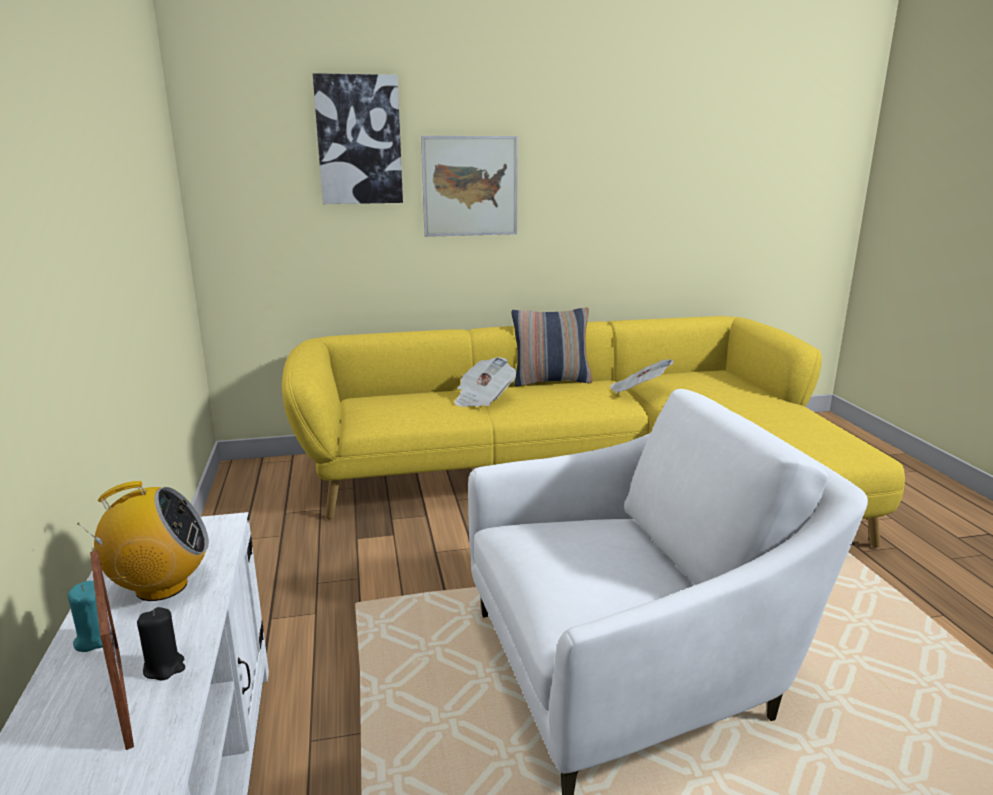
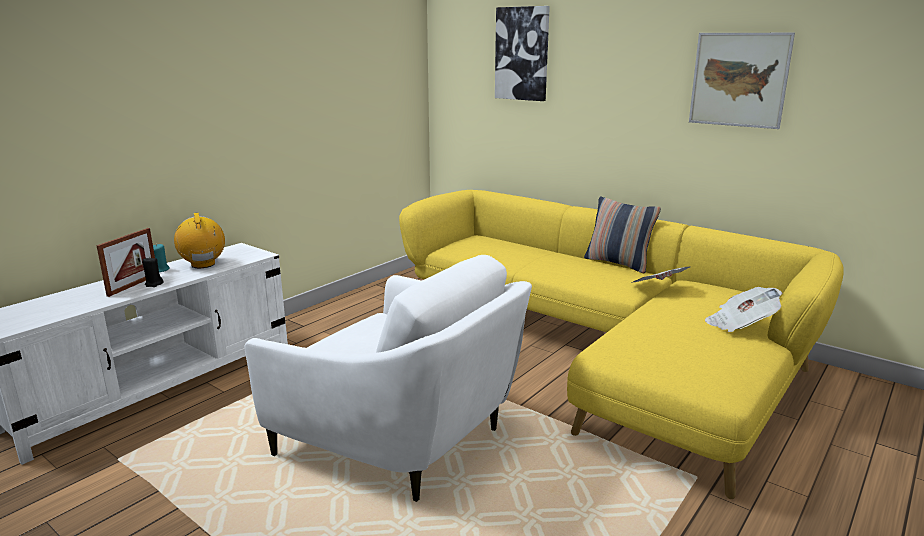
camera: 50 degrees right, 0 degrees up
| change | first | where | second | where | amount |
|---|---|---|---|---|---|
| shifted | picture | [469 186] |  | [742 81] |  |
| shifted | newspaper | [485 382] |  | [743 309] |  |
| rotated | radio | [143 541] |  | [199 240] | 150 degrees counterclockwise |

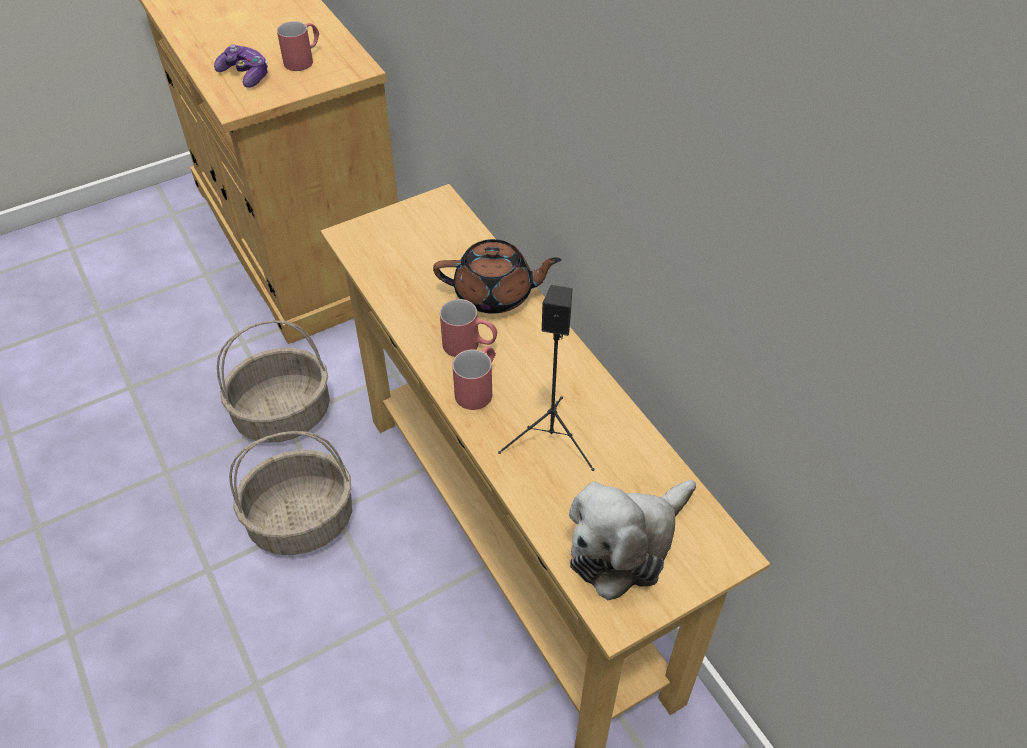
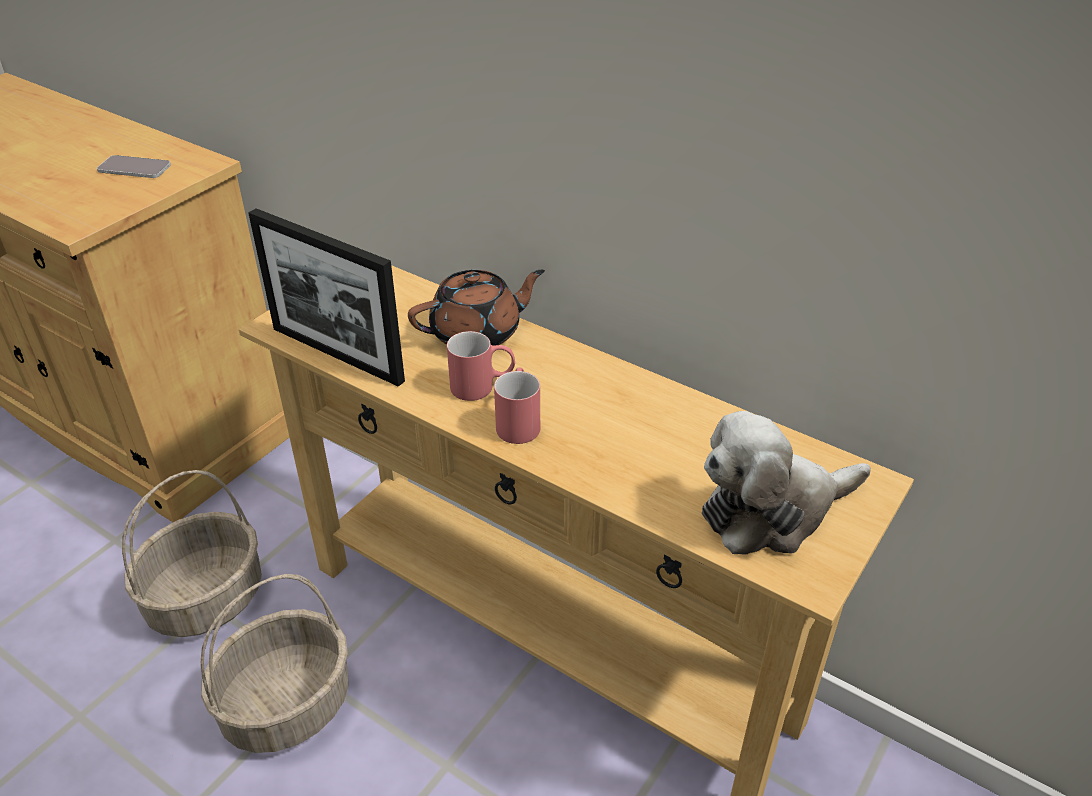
camera: 25 degrees left, 10 degrees down
| change | first | where | second | where | amount |
|---|---|---|---|---|---|
| gone | game controller | [241 66] |  |  |  |
| gone | speaker (black) | [546 378] |  |  |  |
| new |  |  | picture frame | [326 297] |  |
| swapped | mug (red) | [298 46] | phone | [134 166] |  |
| rotated | plush toy | [632 540] |  | [786 482] | 45 degrees clockwise |

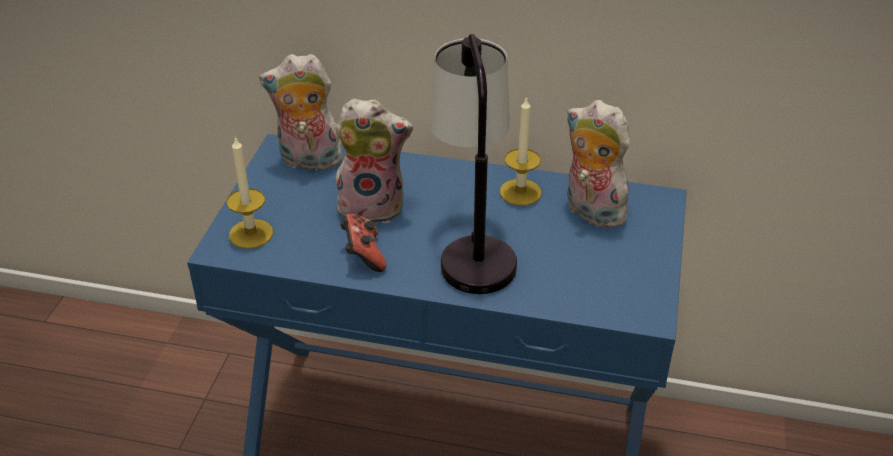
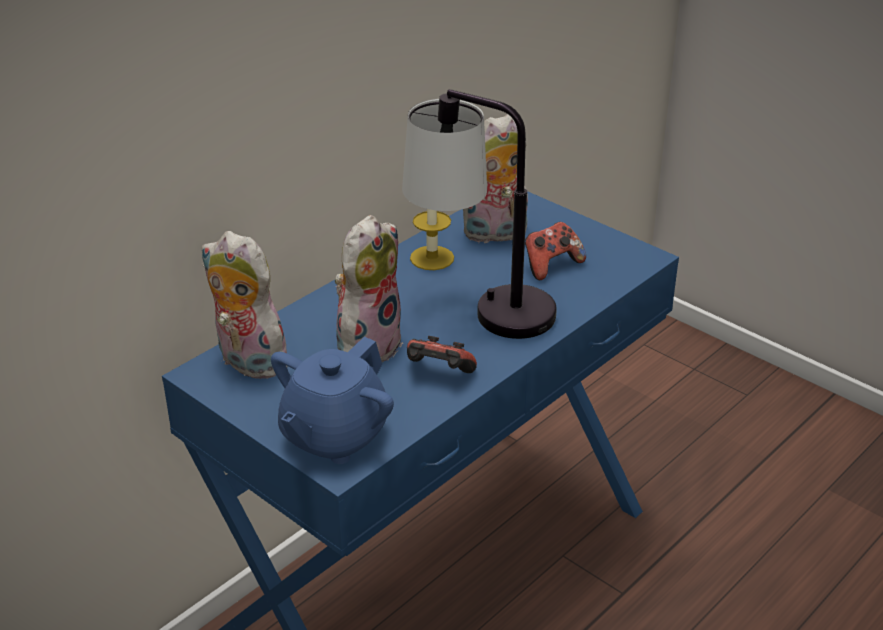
camera: 60 degrees left, 5 degrees down
| change | first | where | second | where | amount |
|---|---|---|---|---|---|
| new |  |  | game controller | [555 251] |  |
| swapped | candle | [249 192] | teapot (blue) | [332 400] |  |
| rotated | plush toy | [302 114] |  | [244 305] | 90 degrees clockwise |

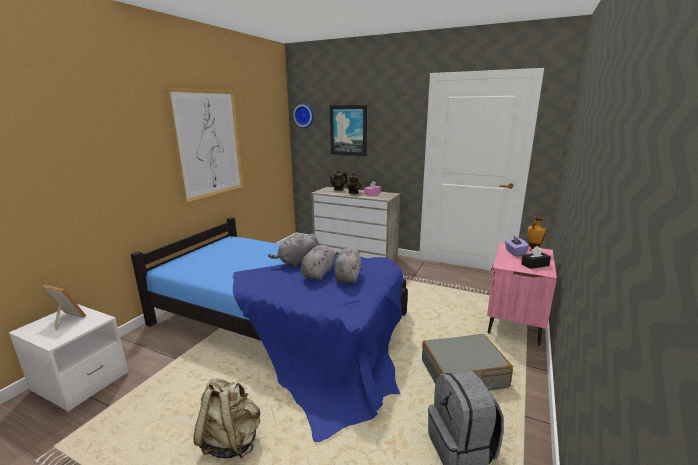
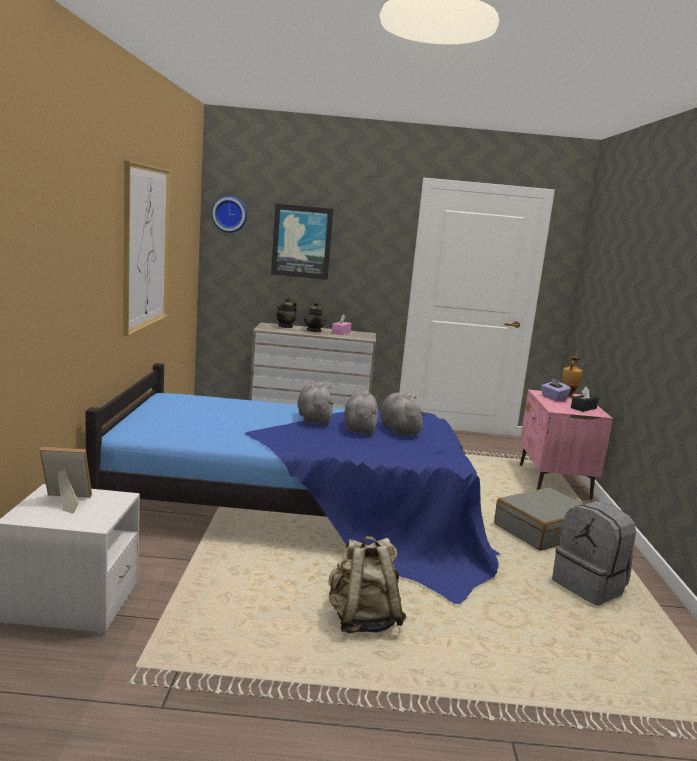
camera: 25 degrees left, 5 degrees down
| change | first | where | second | where | amount |
|---|---|---|---|---|---|
| rotated | plush toy (grey) | [293 250] |  | [315 403] | 135 degrees clockwise |

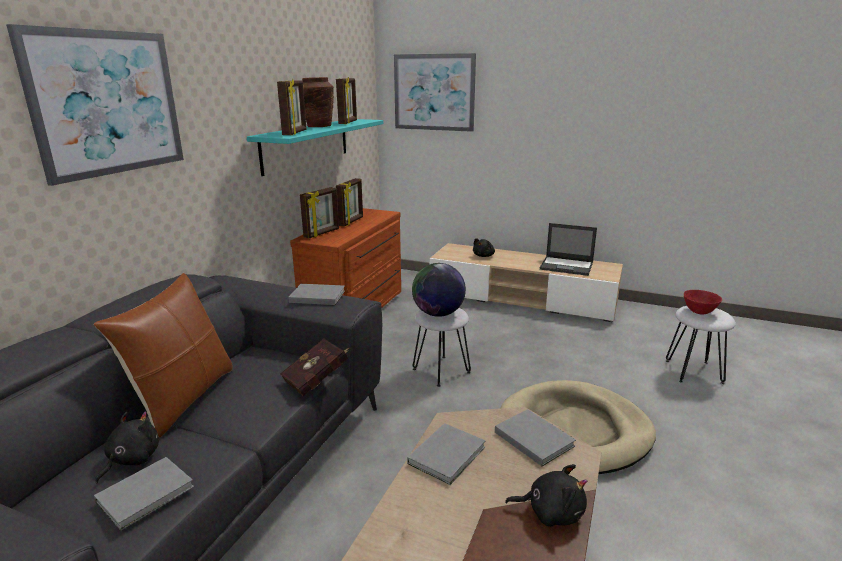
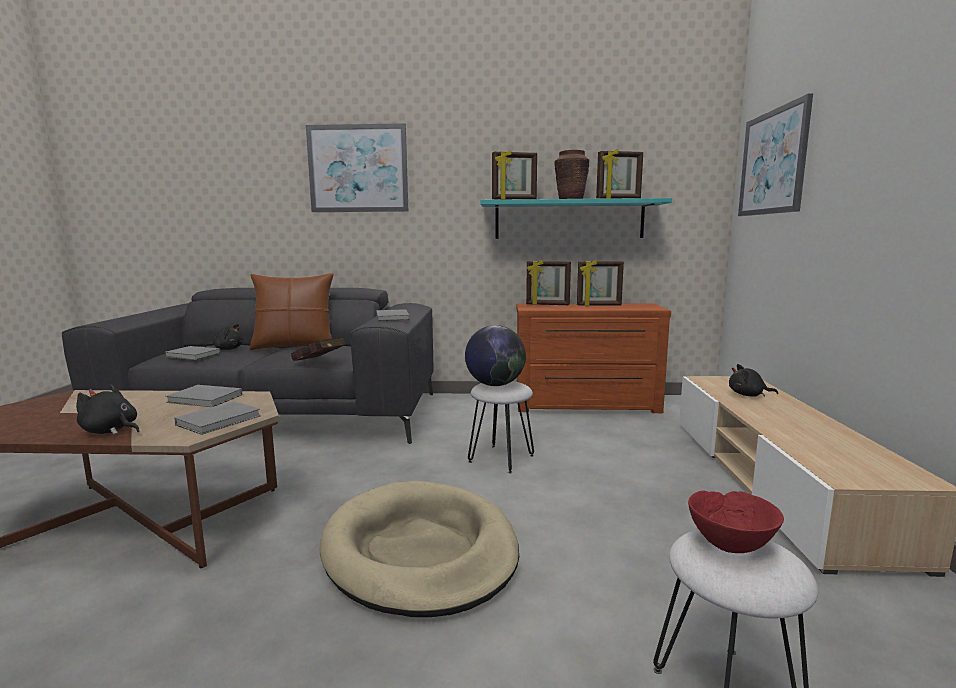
camera: 70 degrees right, 10 degrees down
| change | first | where | second | where | amount |
|---|---|---|---|---|---|
| gone | laptop | [568 249] |  |  |  |
| rotated | plush toy (black) | [546 495] |  | [107 409] | 120 degrees clockwise |

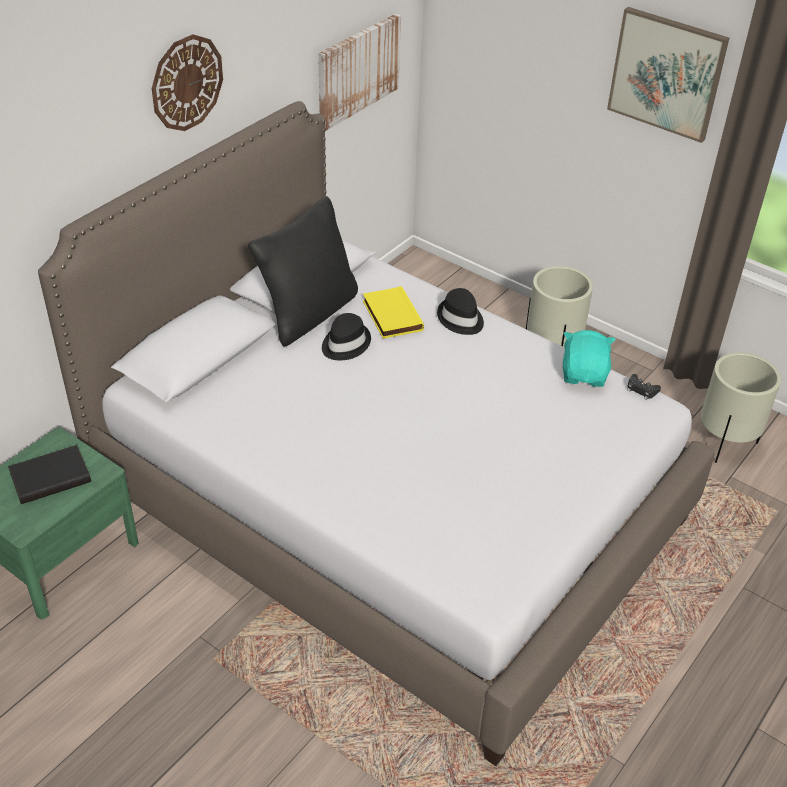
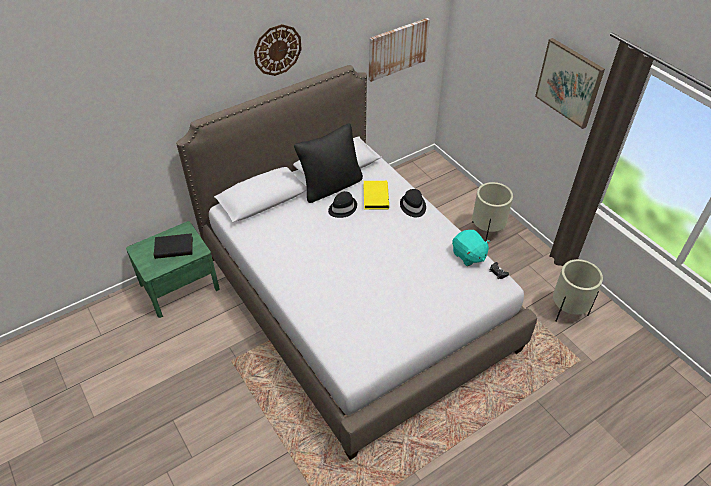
camera: 20 degrees right, 5 degrees up
| change | first | where | second | where | amount |
|---|---|---|---|---|---|
| rotated | plush toy (turquoise) | [589 358] |  | [471 248] | 120 degrees clockwise |

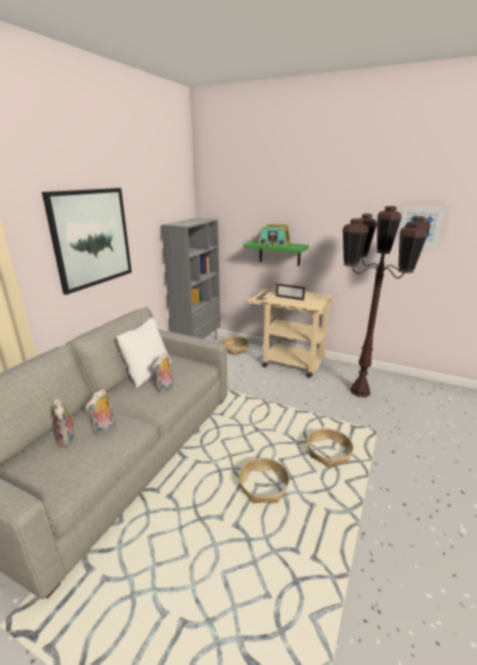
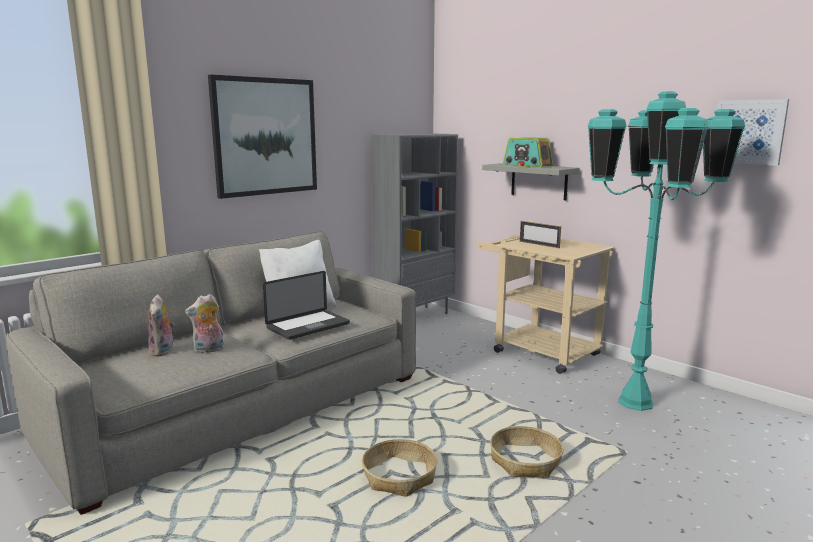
camera: 20 degrees right, 10 degrees down
| change | first | where | second | where | amount |
|---|---|---|---|---|---|
| gone | basket | [235 345] |  |  |  |
| swapped | plush toy | [163 372] | laptop | [306 305] |  |
| repainted | shelf (green) | [276 253] | shelf (grey) | [531 181] |  |
| repainted | floor lamp (brown) | [387 301] | floor lamp (turquoise) | [666 251] |  |

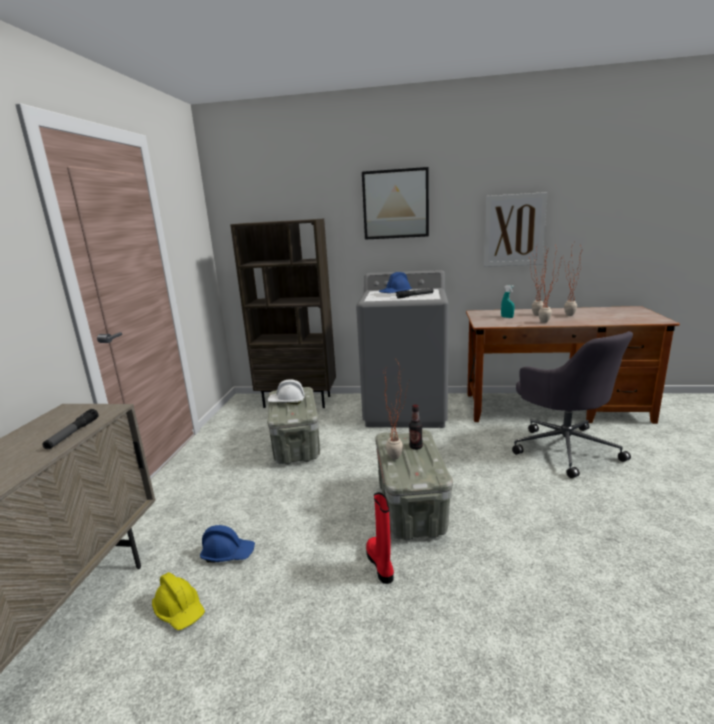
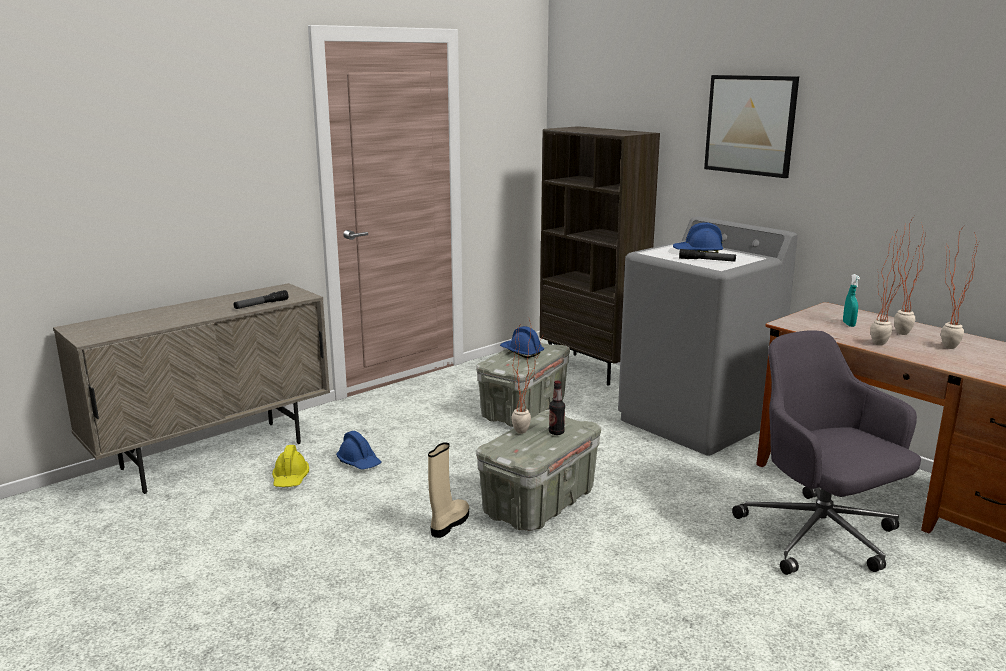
camera: 40 degrees right, 0 degrees up
| change | first | where | second | where | amount |
|---|---|---|---|---|---|
| gone | picture | [515 229] |  |  |  |
| repainted | hard hat (white) | [286 391] | hard hat (blue) | [522 342] |  |
| repainted | boot (red) | [380 538] | boot (beige) | [448 490] |  |
| rotated | office chair (grey) | [572 404] |  | [826 452] | 135 degrees clockwise |

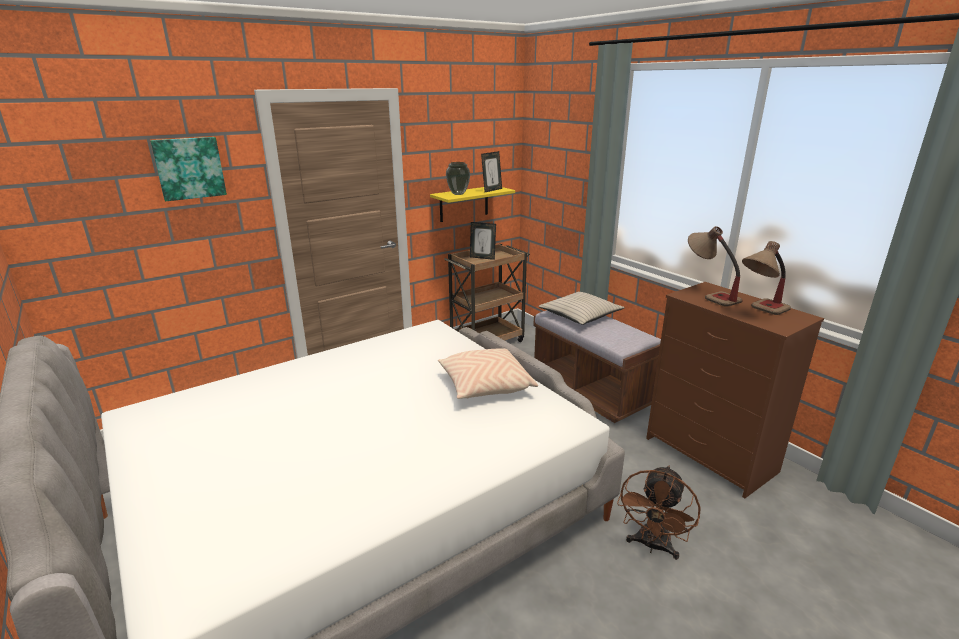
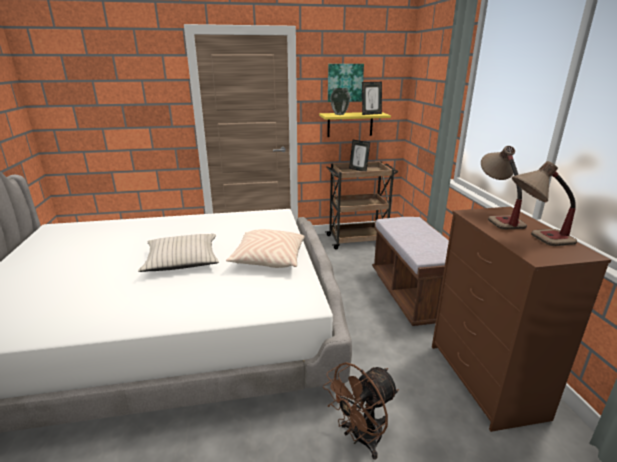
camera: 25 degrees right, 0 degrees up
| change | first | where | second | where | amount |
|---|---|---|---|---|---|
| shifted | picture | [188 169] |  | [346 83] |  |
| shifted | pillow (beige) | [581 308] |  | [178 253] |  |

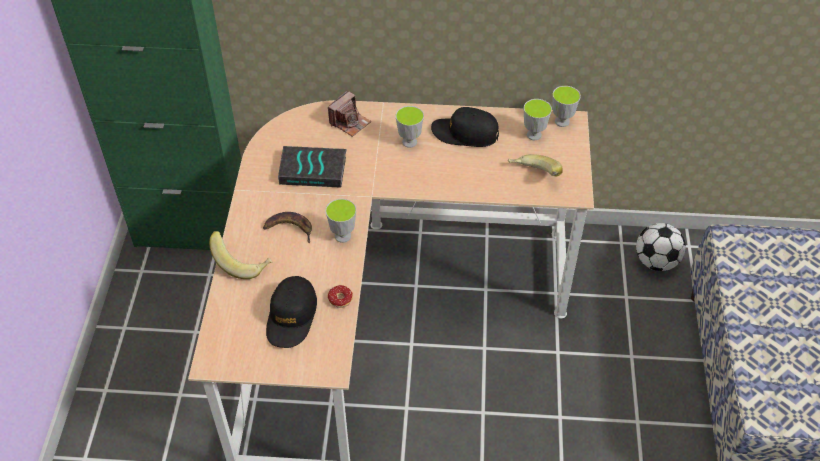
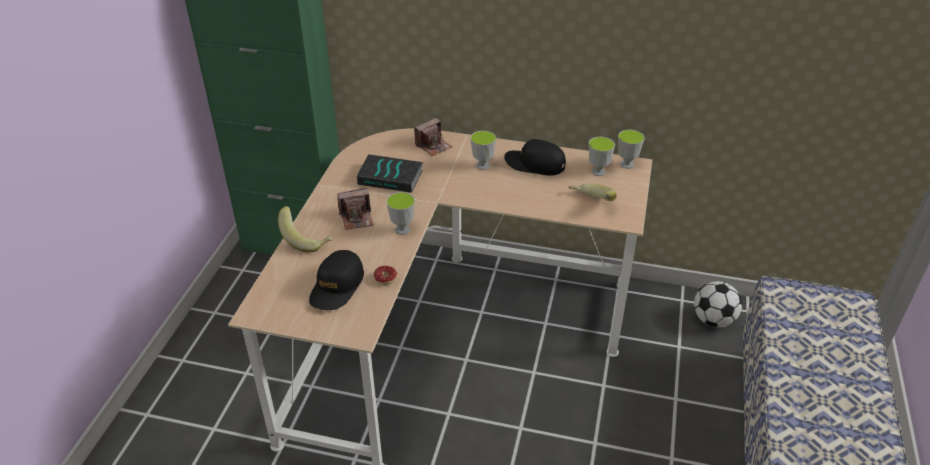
camera: 10 degrees right, 10 degrees down
| change | first | where | second | where | amount |
|---|---|---|---|---|---|
| swapped | banana | [287 227] | photo camera | [355 209] |  |

